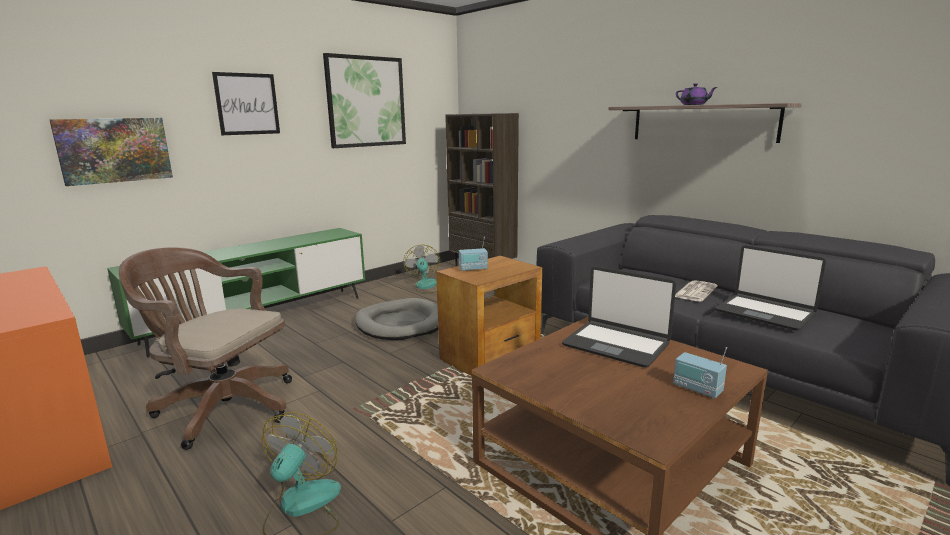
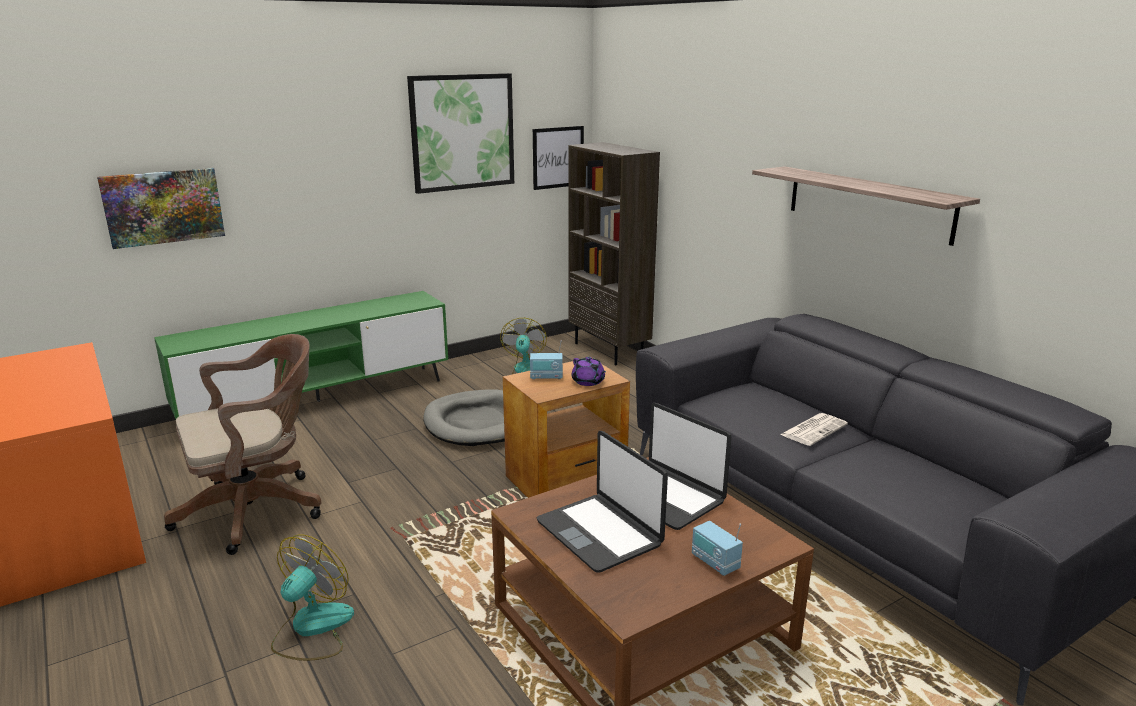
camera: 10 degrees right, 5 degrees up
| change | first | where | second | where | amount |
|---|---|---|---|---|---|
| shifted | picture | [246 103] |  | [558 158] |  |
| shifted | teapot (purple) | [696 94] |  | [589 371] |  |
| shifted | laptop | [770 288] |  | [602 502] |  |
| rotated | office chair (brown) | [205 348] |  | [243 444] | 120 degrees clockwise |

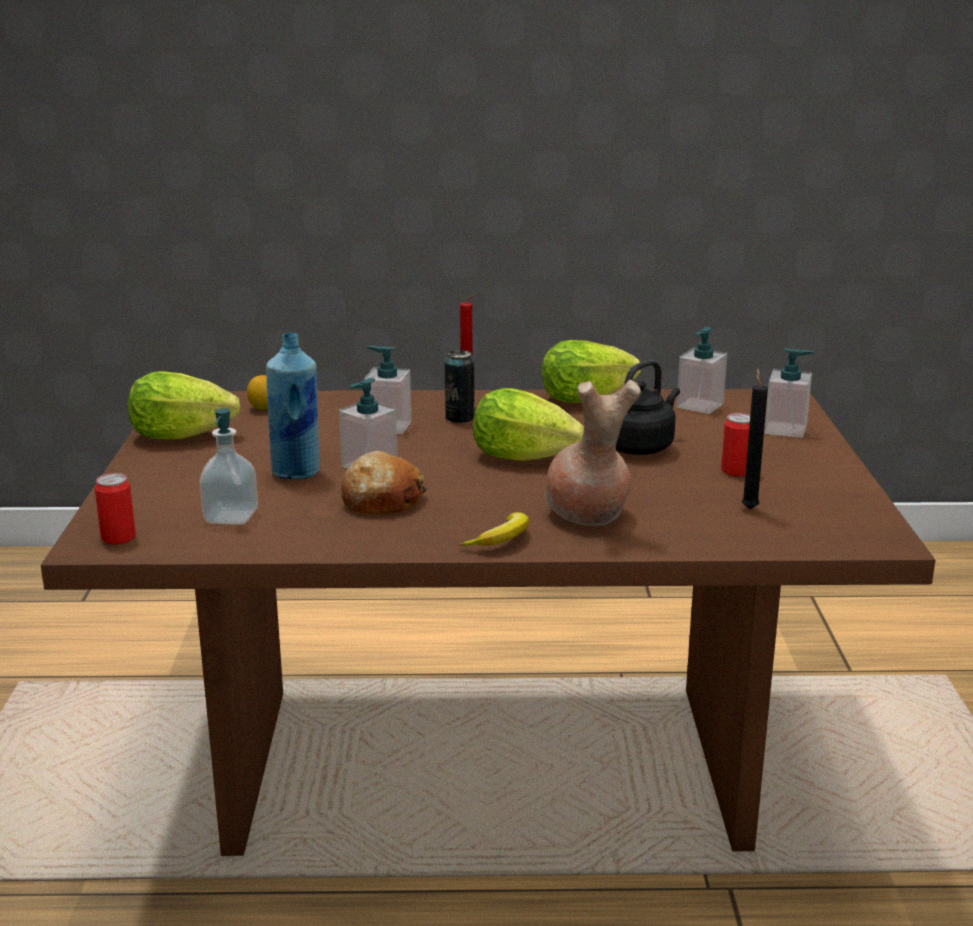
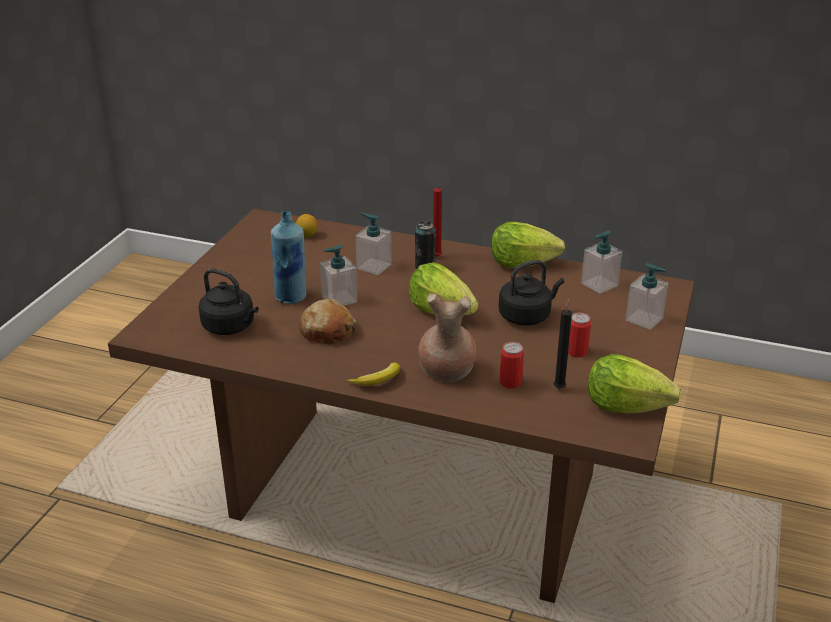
camera: 20 degrees right, 10 degrees up
| change | first | where | second | where | amount |
|---|---|---|---|---|---|
| shifted | can | [115 509] |  | [511 365] |  |
| shifted | lettuce | [184 405] |  | [634 383] |  |
| swapped | soap dispenser | [229 466] | kettle (black) | [228 301] |  |

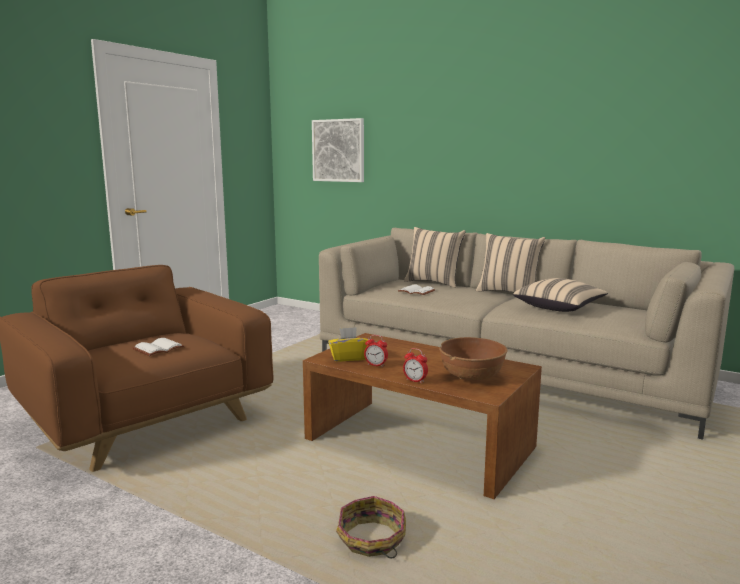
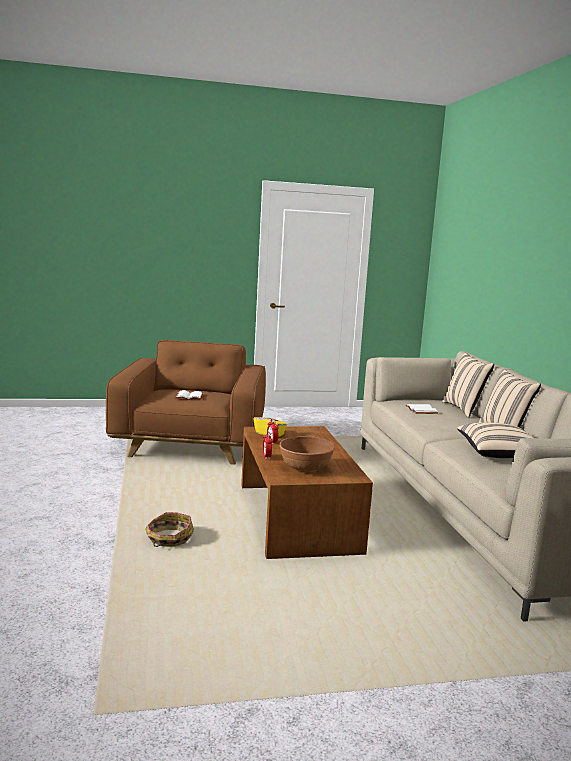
camera: 45 degrees right, 0 degrees up
| change | first | where | second | where | amount |
|---|---|---|---|---|---|
| gone | picture | [338 150] |  |  |  |

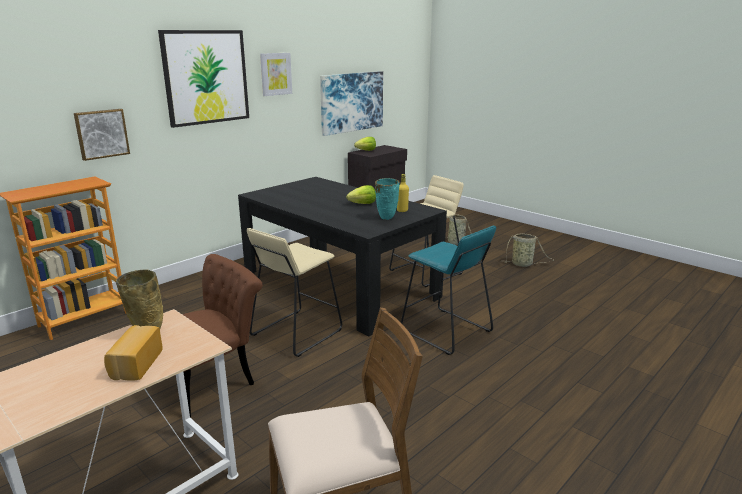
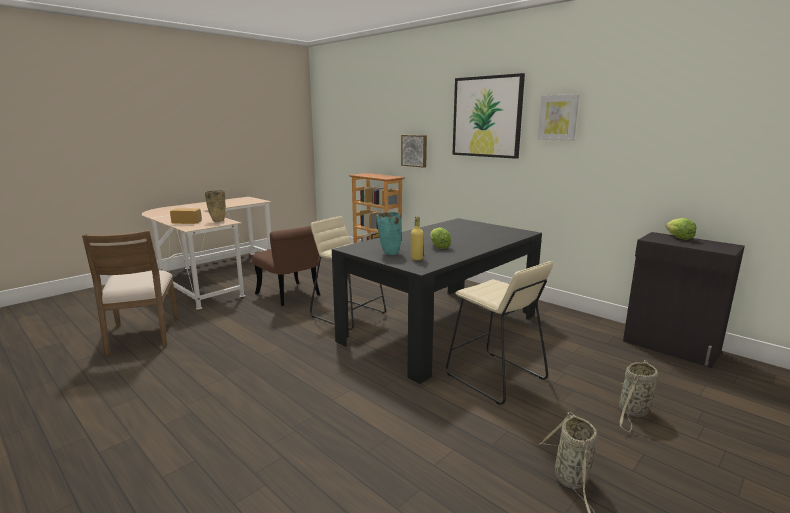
camera: 90 degrees right, 5 degrees down
| change | first | where | second | where | amount |
|---|---|---|---|---|---|
| gone | picture | [351 103] |  |  |  |
| gone | stool (turquoise) | [448 290] |  |  |  |

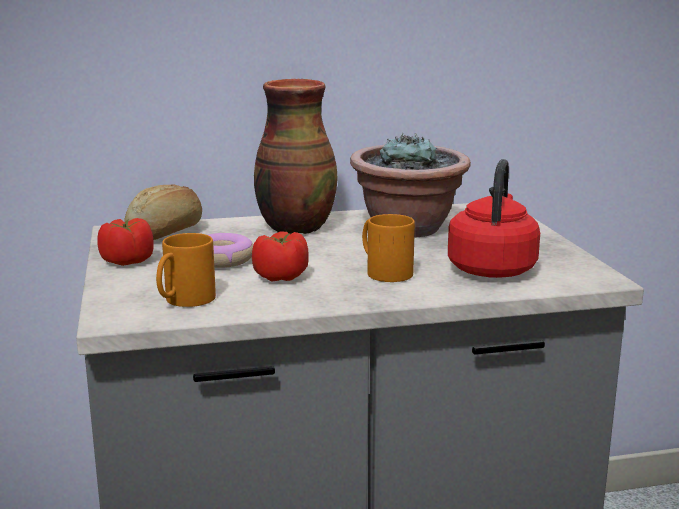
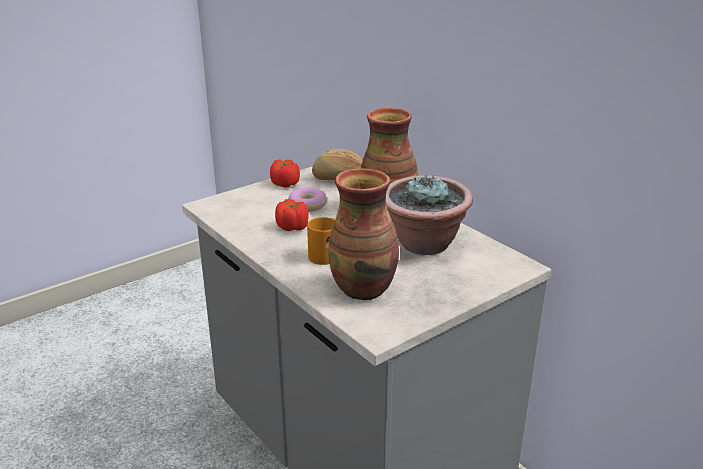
camera: 65 degrees right, 10 degrees up
| change | first | where | second | where | amount |
|---|---|---|---|---|---|
| gone | mug (orange) | [186 270] |  |  |  |
| swapped | kettle (red) | [494 218] | vase | [363 234] |  |

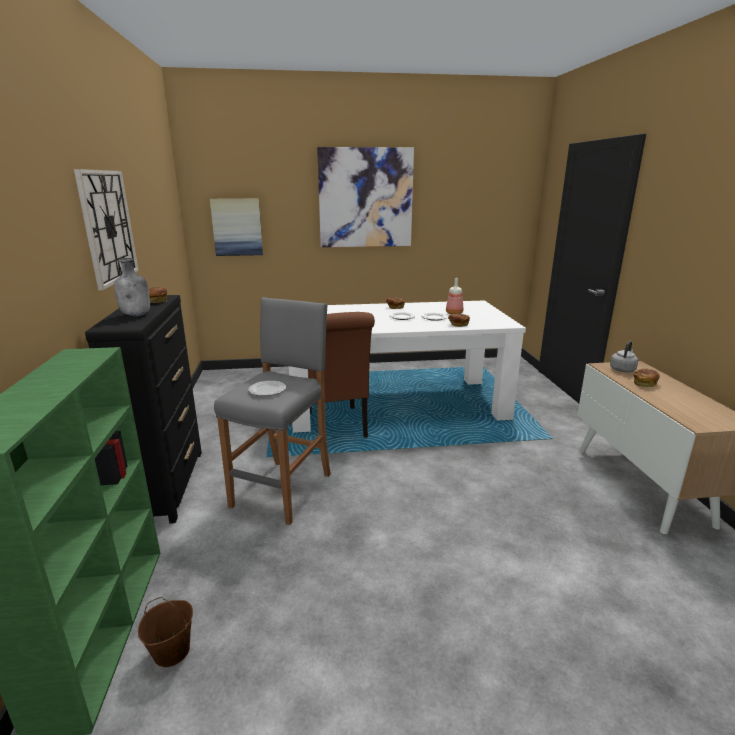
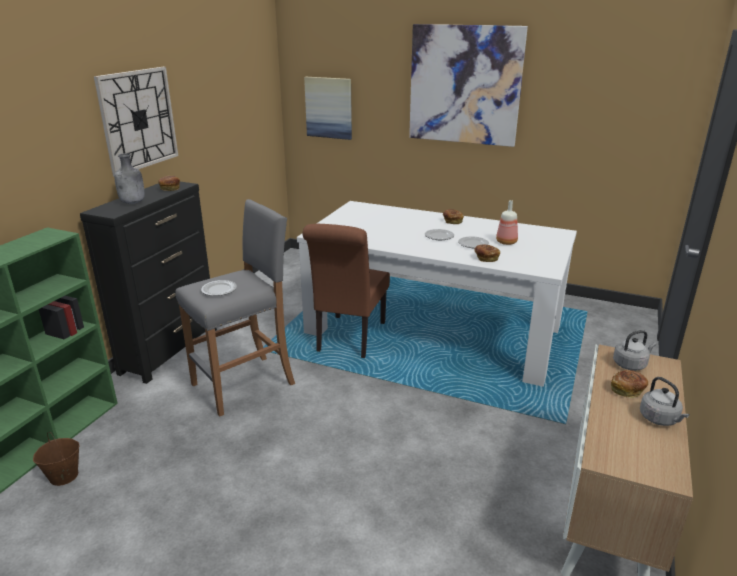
camera: 30 degrees right, 5 degrees up
| change | first | where | second | where | amount |
|---|---|---|---|---|---|
| new |  |  | kettle (grey) | [664 401] |  |

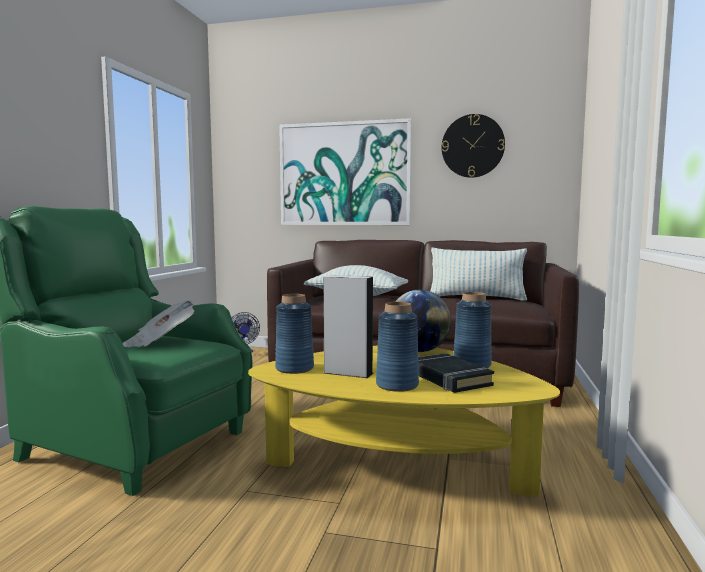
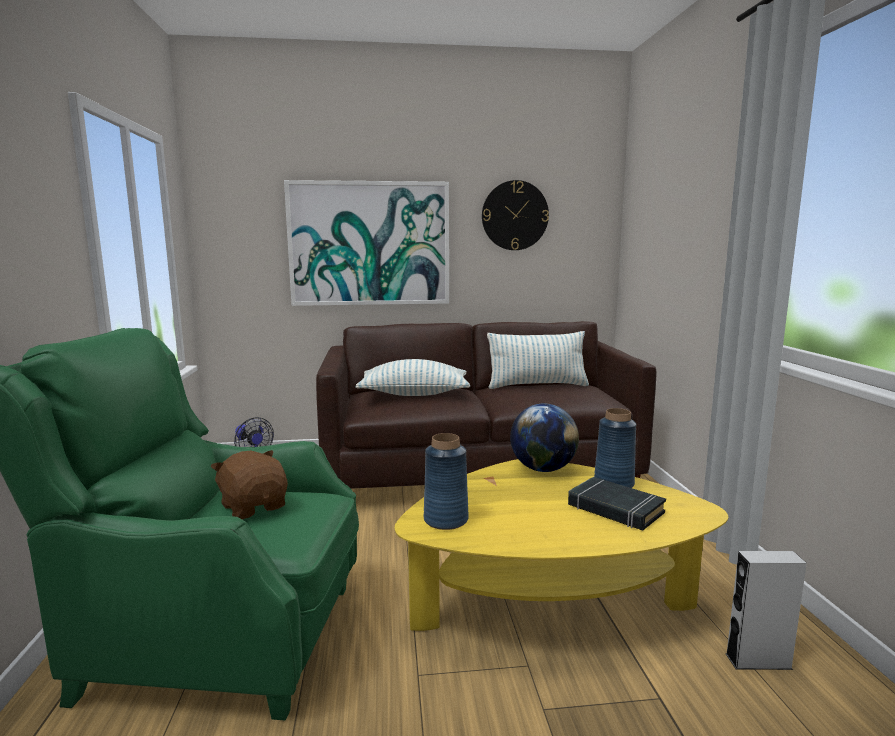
camera: 20 degrees left, 5 degrees up
| change | first | where | second | where | amount |
|---|---|---|---|---|---|
| gone | vase (blue) | [397 347] |  |  |  |
| shifted | speaker (grey) | [348 326] |  | [766 610] |  |
| swapped | newspaper | [159 323] | plush toy (brown) | [249 484] |  |

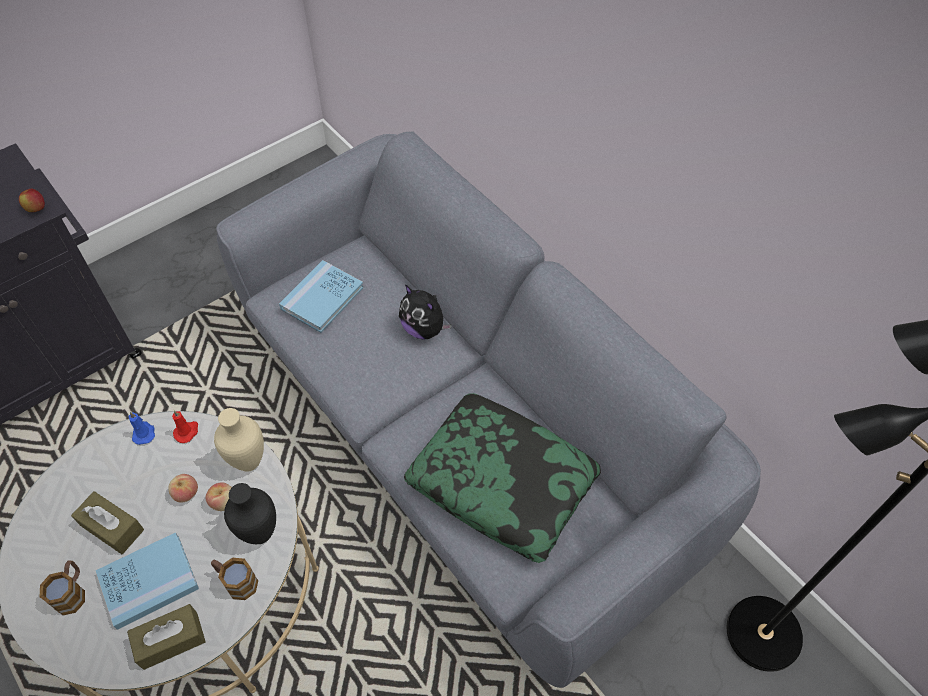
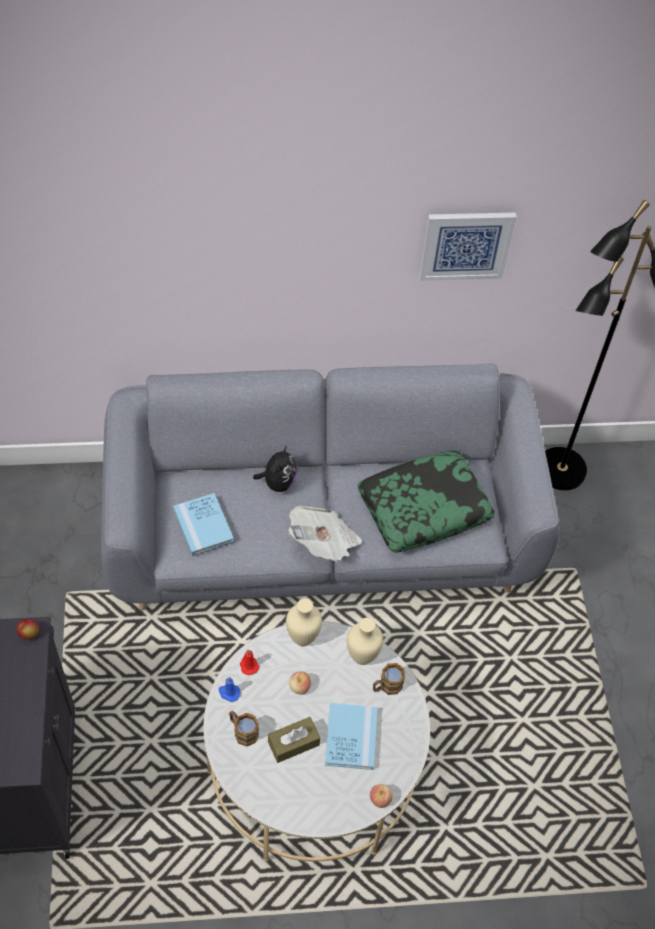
camera: 60 degrees left, 0 degrees up
| change | first | where | second | where | amount |
|---|---|---|---|---|---|
| gone | tissue box (brown) | [166 637] |  |  |  |
| new |  |  | newspaper | [325 533] |  |
| new |  |  | picture | [468 247] |  |
| shifted | mug | [62 588] |  | [244 729] |  |
| shifted | apple | [218 496] |  | [381 796] |  |
| repainted | vase (black) | [250 513] | vase (beige) | [365 641] |  |
| rotated | plush toy | [425 312] |  | [275 469] | 60 degrees counterclockwise |

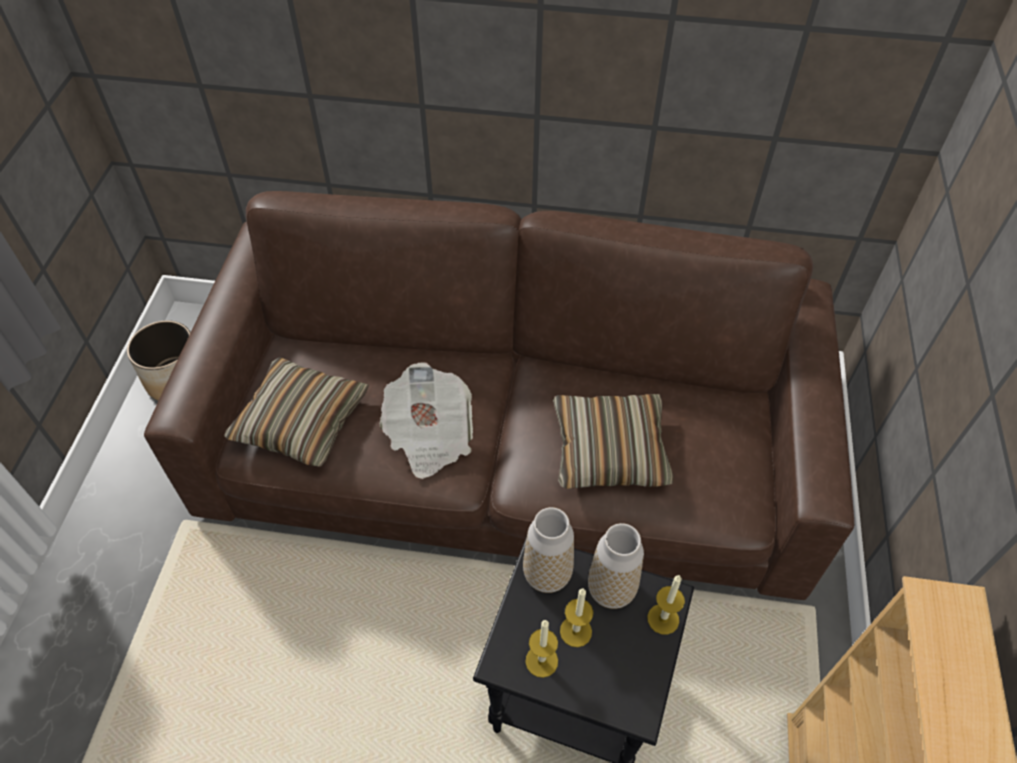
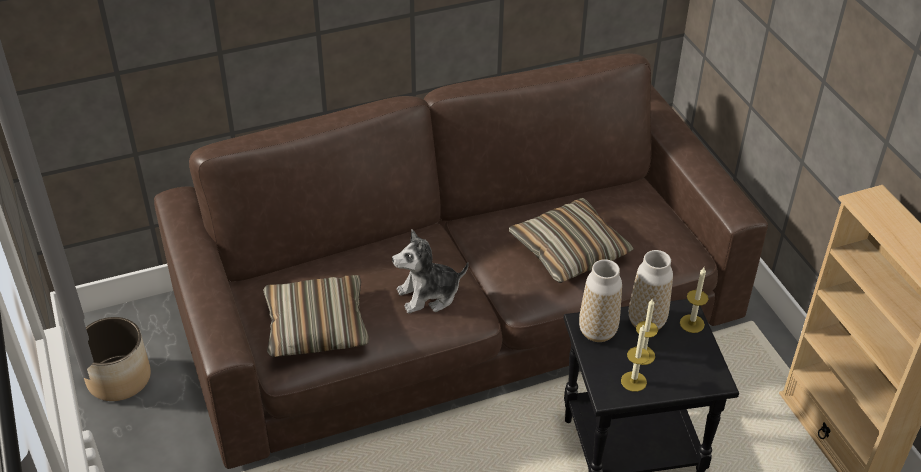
camera: 30 degrees left, 10 degrees down
| change | first | where | second | where | amount |
|---|---|---|---|---|---|
| swapped | newspaper | [426 420] | plush toy | [430 271] |  |

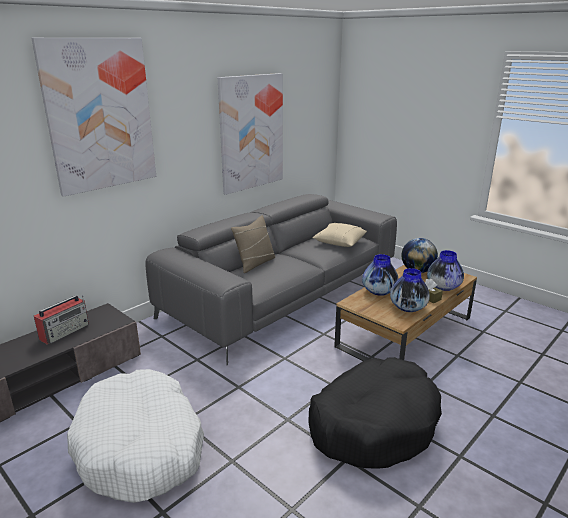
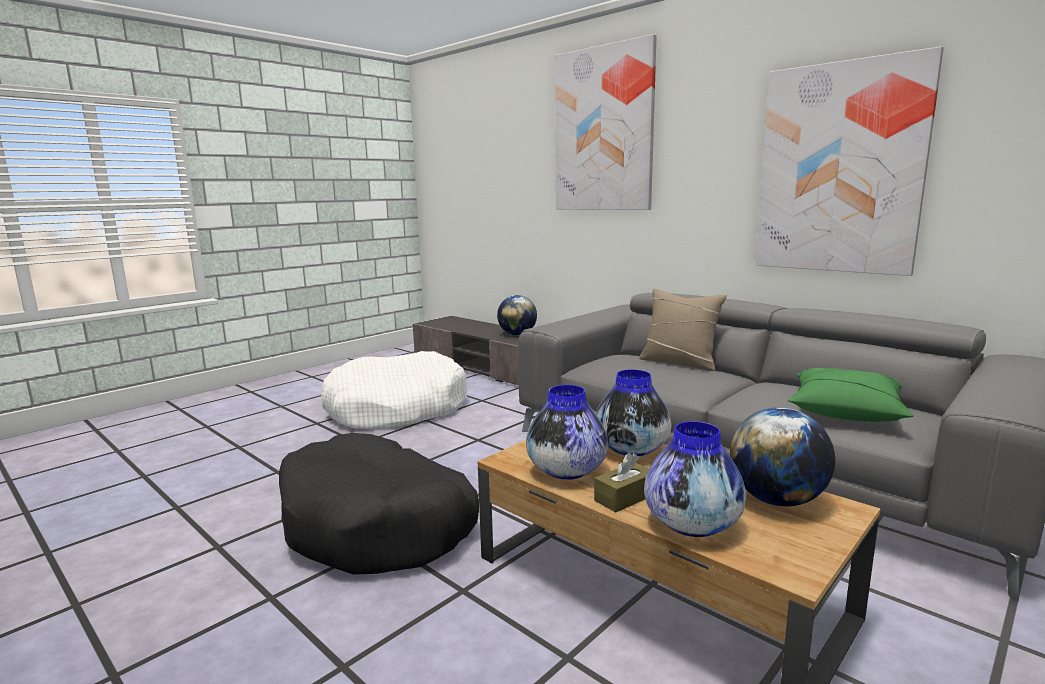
camera: 90 degrees right, 10 degrees down
| change | first | where | second | where | amount |
|---|---|---|---|---|---|
| swapped | radio | [61 320] | globe | [517 315] |  |
| repainted | pillow (beige) | [340 235] | pillow (green) | [851 395] |  |

